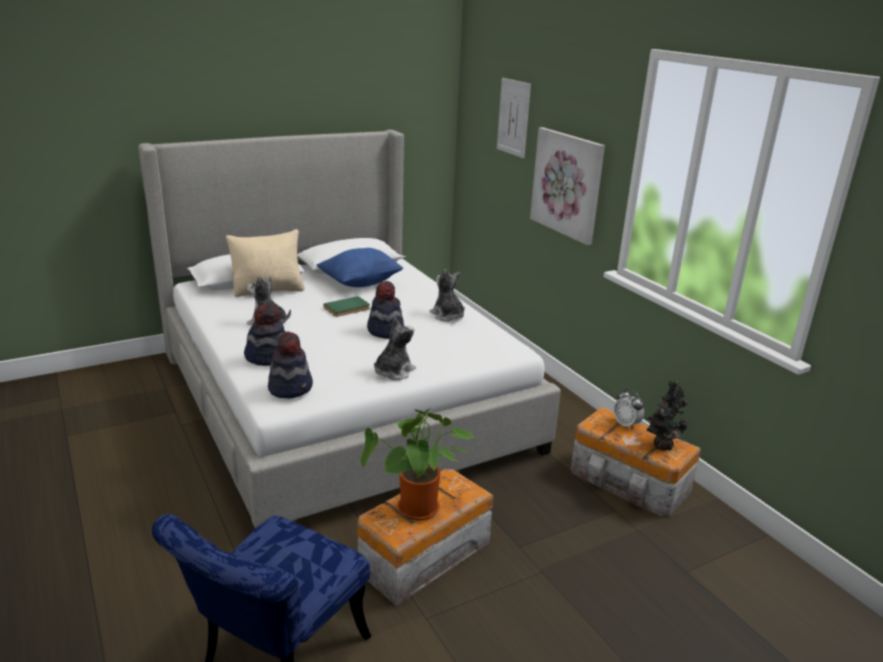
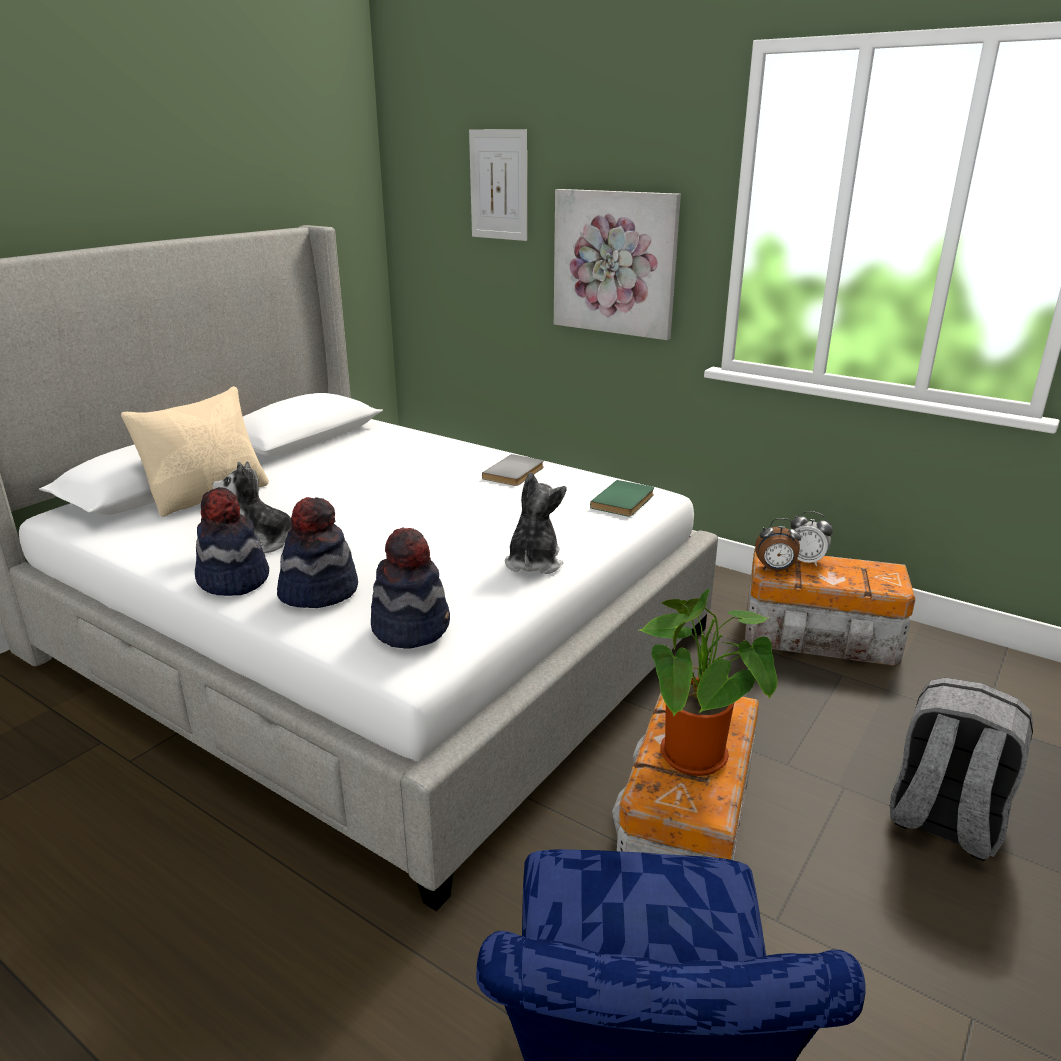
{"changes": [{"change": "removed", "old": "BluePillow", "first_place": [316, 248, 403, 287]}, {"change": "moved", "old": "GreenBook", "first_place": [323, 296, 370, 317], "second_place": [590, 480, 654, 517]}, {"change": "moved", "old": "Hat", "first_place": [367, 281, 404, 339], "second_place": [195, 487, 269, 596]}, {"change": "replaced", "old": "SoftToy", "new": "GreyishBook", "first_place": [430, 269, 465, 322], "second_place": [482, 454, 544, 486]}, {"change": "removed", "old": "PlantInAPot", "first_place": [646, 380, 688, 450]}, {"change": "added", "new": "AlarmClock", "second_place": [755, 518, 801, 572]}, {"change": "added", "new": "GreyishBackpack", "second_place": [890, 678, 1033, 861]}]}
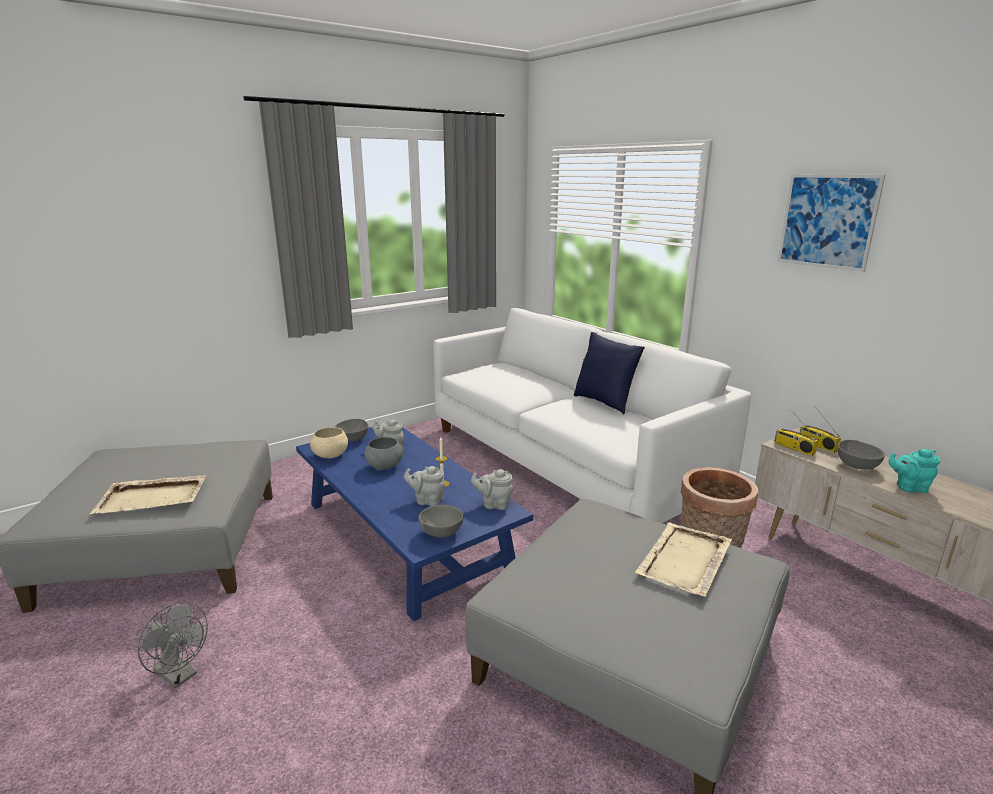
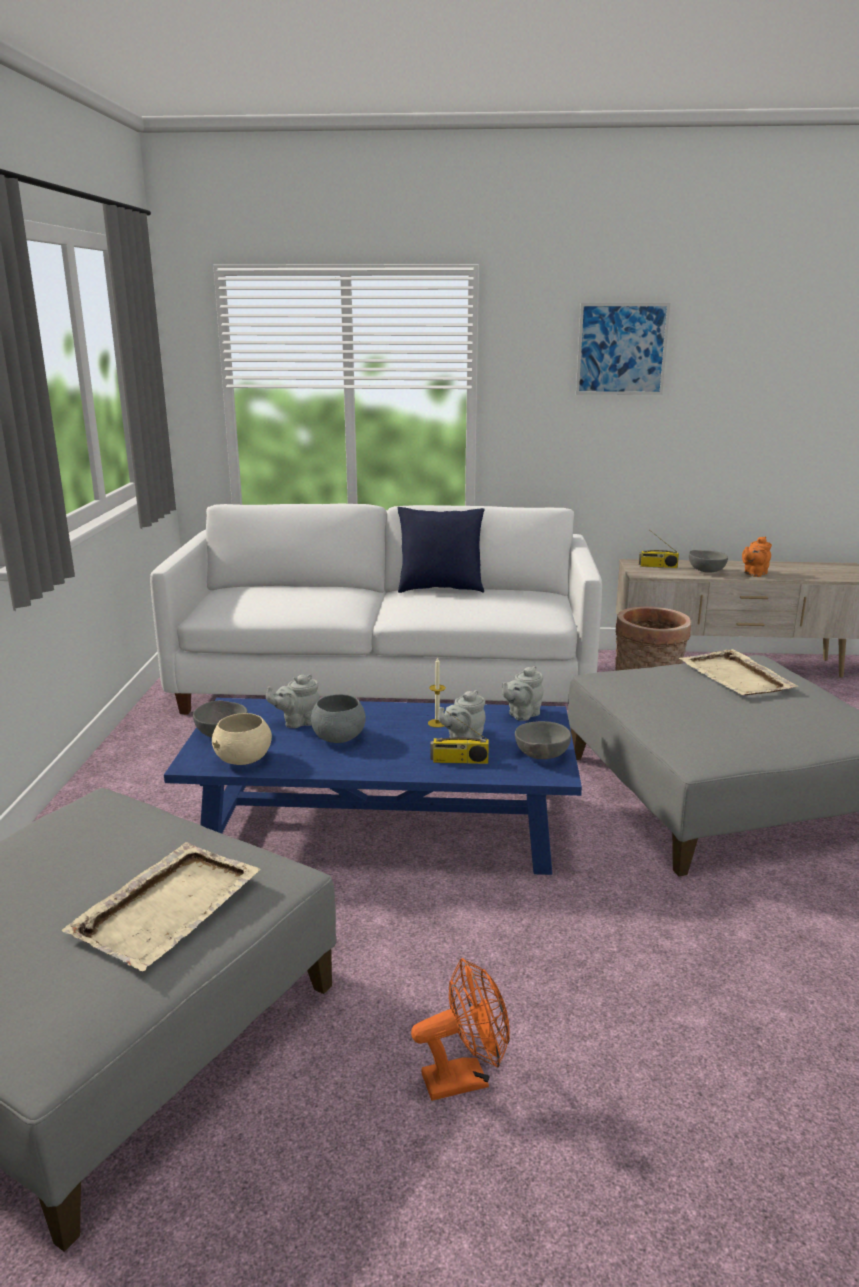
{"changes": [{"change": "recoloured", "old": "GreyishFan", "new": "OrangeyFan", "first_place": [138, 602, 208, 688], "second_place": [411, 958, 510, 1101]}, {"change": "moved", "old": "RadioReceiver", "first_place": [775, 409, 818, 456], "second_place": [430, 709, 489, 764]}, {"change": "recoloured", "old": "BlueGreenTeaPot", "new": "OrangeyTeaPot", "first_place": [888, 449, 940, 493], "second_place": [742, 536, 772, 577]}]}
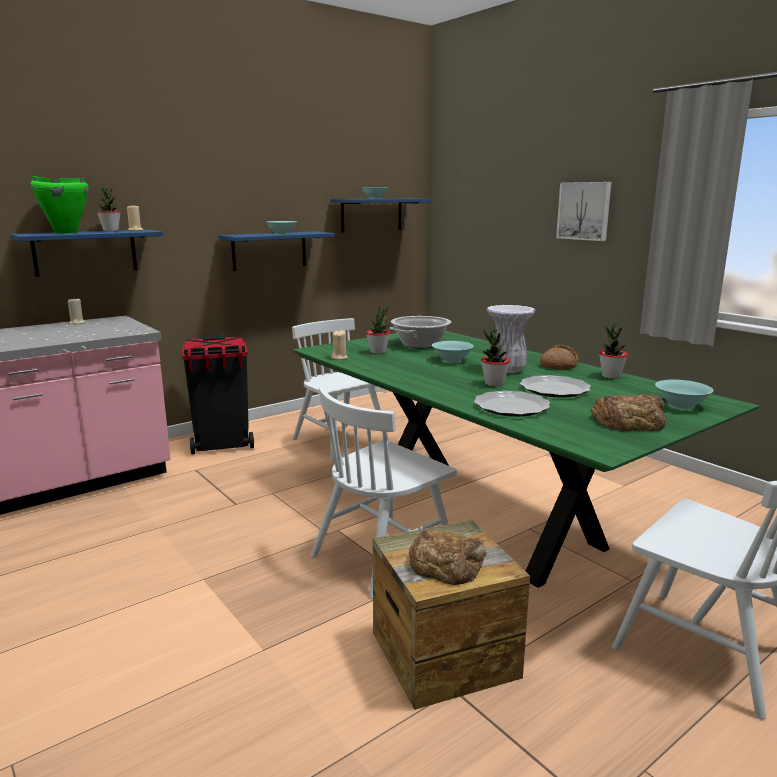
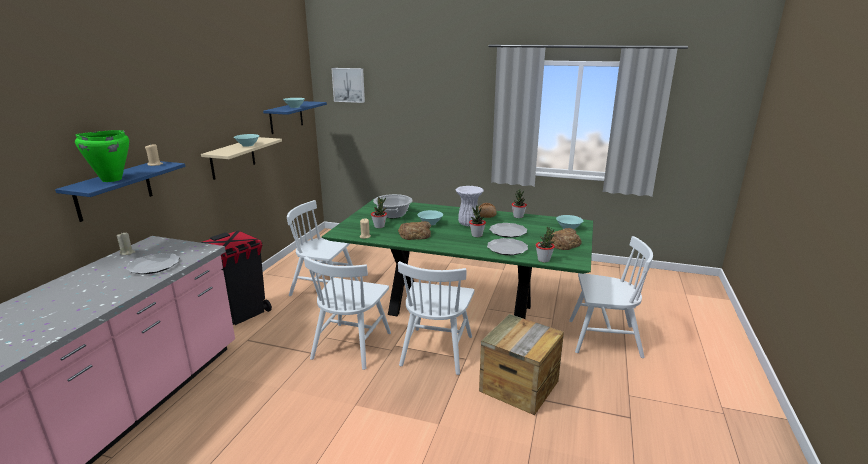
{"changes": [{"change": "moved", "old": "PlantInAPot", "first_place": [97, 186, 121, 231], "second_place": [536, 227, 555, 262]}, {"change": "recoloured", "old": "BlueBracketShelf", "new": "BeigeBracketShelf", "first_place": [218, 231, 335, 271], "second_place": [201, 137, 282, 180]}, {"change": "moved", "old": "BakeryBread", "first_place": [409, 530, 487, 585], "second_place": [398, 221, 431, 240]}, {"change": "moved", "old": "Picture", "first_place": [556, 182, 611, 241], "second_place": [331, 68, 365, 103]}, {"change": "added", "new": "FlatDish", "second_place": [126, 253, 180, 274]}, {"change": "added", "new": "WhitishPlainChair", "second_place": [304, 257, 391, 370]}]}
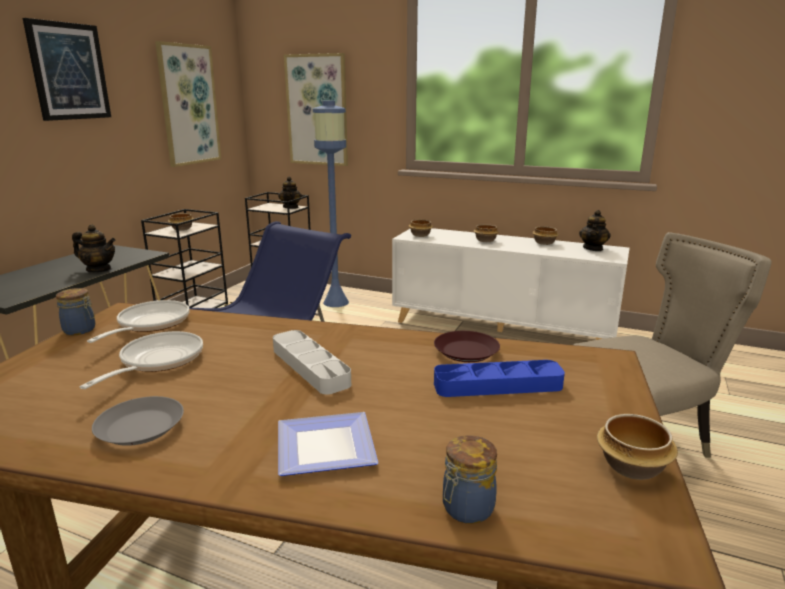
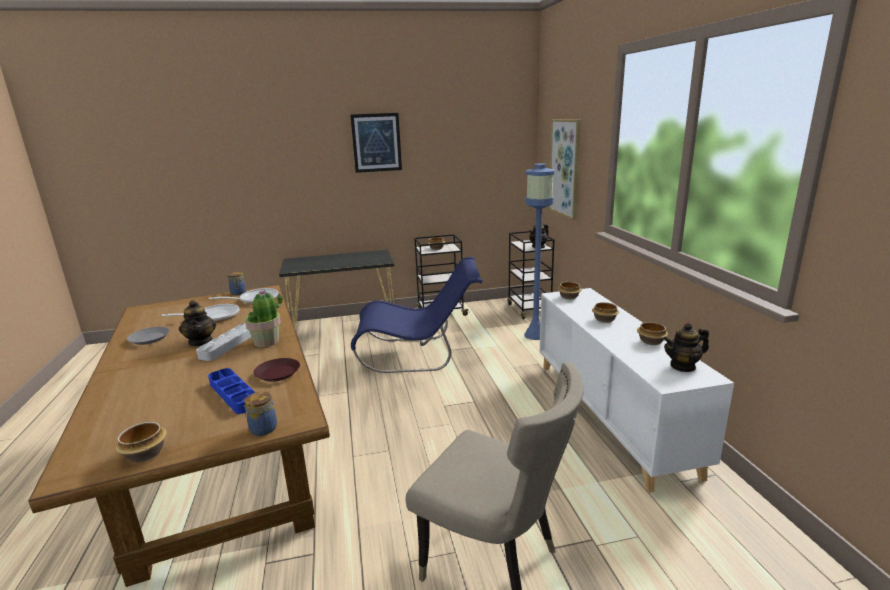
{"changes": [{"change": "moved", "old": "TeaPot", "first_place": [72, 225, 116, 272], "second_place": [179, 300, 216, 346]}, {"change": "removed", "old": "Picture", "first_place": [155, 41, 221, 167]}, {"change": "removed", "old": "FlatDish", "first_place": [278, 412, 378, 476]}, {"change": "moved", "old": "PreserveJar", "first_place": [443, 435, 497, 524], "second_place": [243, 391, 277, 436]}, {"change": "added", "new": "PlantInAPot", "second_place": [245, 289, 283, 347]}]}
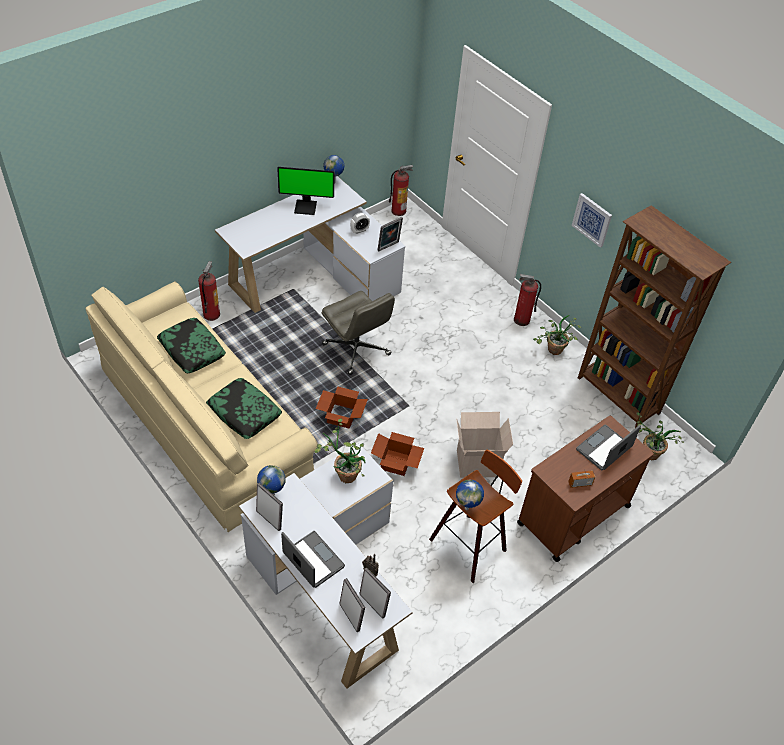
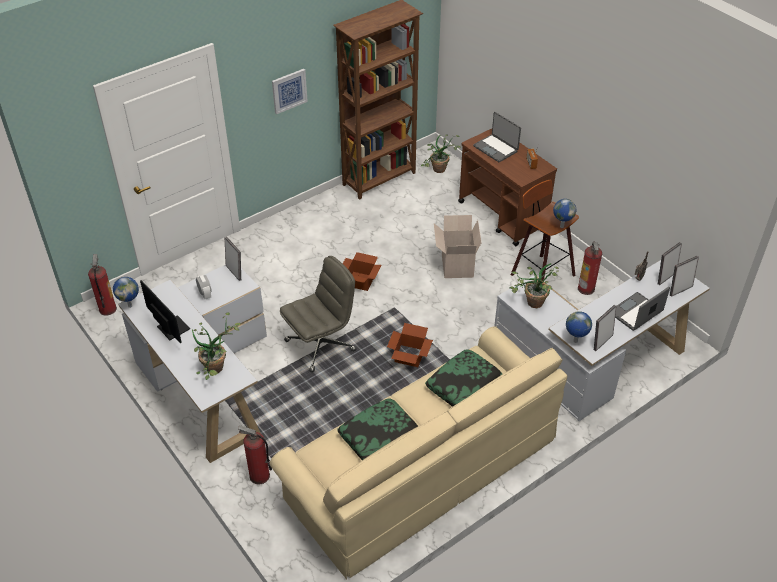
{"changes": [{"change": "turned", "old": "Monitor", "first_place": [277, 167, 334, 215], "second_place": [140, 280, 190, 343], "degrees": -45}, {"change": "moved", "old": "PackingBox", "first_place": [371, 432, 424, 476], "second_place": [343, 252, 381, 291]}, {"change": "moved", "old": "FireFightingCylinder", "first_place": [514, 274, 541, 326], "second_place": [578, 242, 602, 295]}, {"change": "moved", "old": "PlantInAPot", "first_place": [533, 315, 582, 355], "second_place": [192, 312, 241, 380]}]}
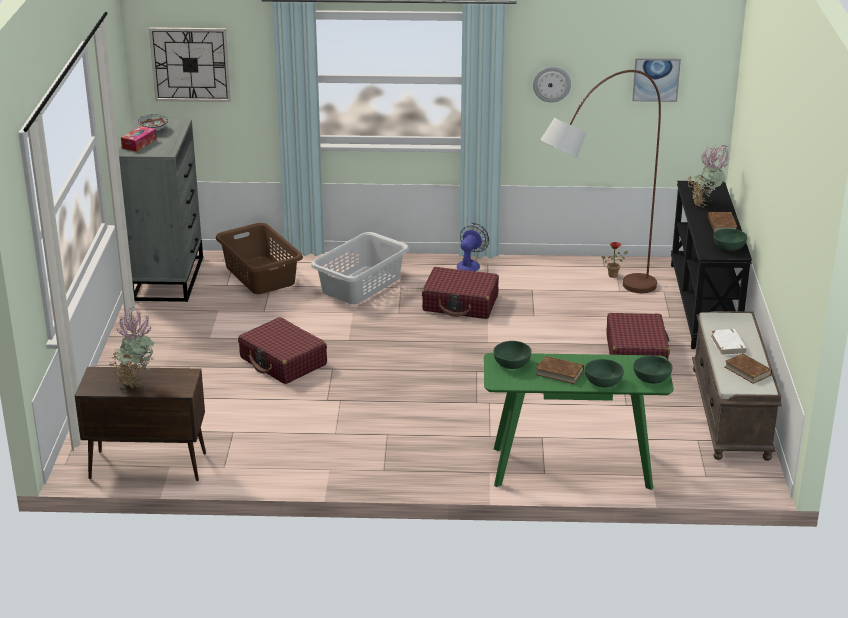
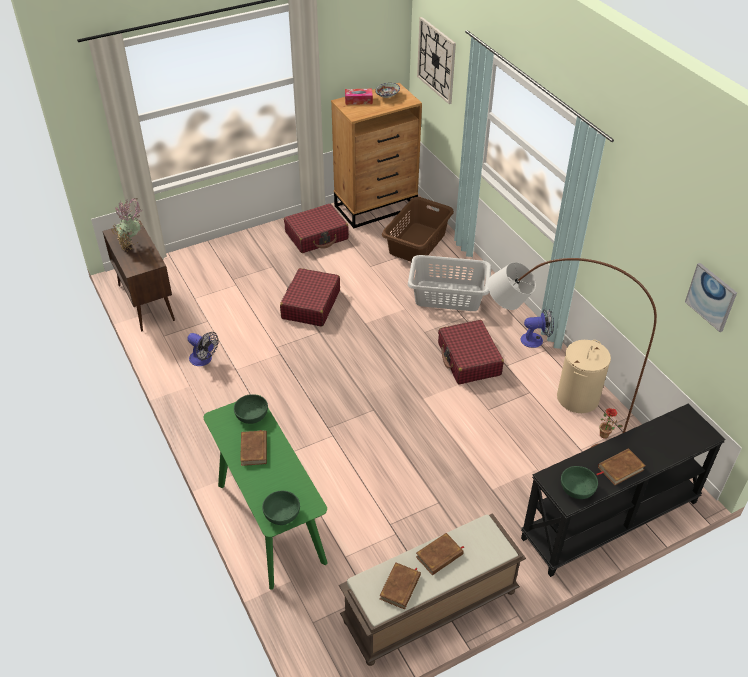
{"changes": [{"change": "recoloured", "old": "GreyishChestOfDrawers", "new": "BrownChestOfDrawers", "first_place": [118, 119, 203, 302], "second_place": [331, 83, 422, 228]}, {"change": "removed", "old": "HangingClock", "first_place": [533, 67, 571, 102]}, {"change": "removed", "old": "GreenDeepDish", "first_place": [585, 359, 624, 387]}, {"change": "moved", "old": "RedSuitcase", "first_place": [606, 313, 670, 360], "second_place": [284, 204, 349, 253]}, {"change": "removed", "old": "PlantInAPot", "first_place": [688, 145, 730, 207]}, {"change": "recoloured", "old": "WhitishBook", "new": "BrownBook", "first_place": [710, 329, 747, 356], "second_place": [416, 533, 465, 575]}, {"change": "added", "new": "Fan", "second_place": [187, 332, 218, 366]}, {"change": "added", "new": "BeigeWashingBasket", "second_place": [557, 340, 611, 413]}]}
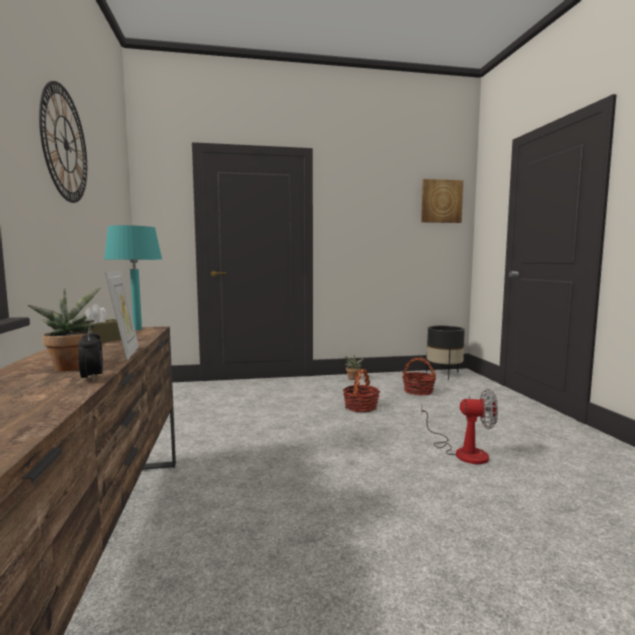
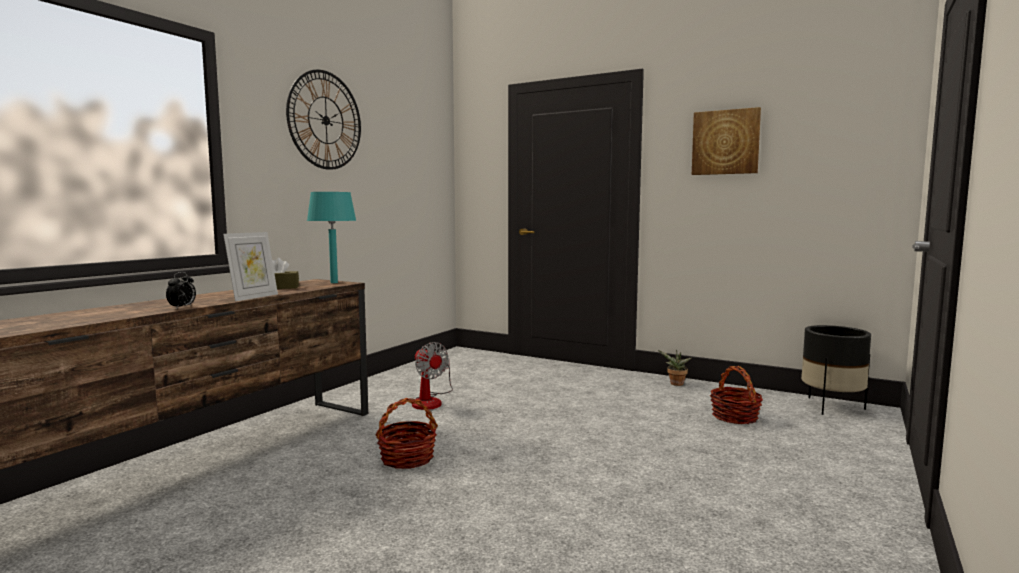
{"changes": [{"change": "removed", "old": "PlantInAPot", "first_place": [28, 287, 101, 371]}, {"change": "moved", "old": "HouseholdBasket", "first_place": [343, 369, 380, 412], "second_place": [375, 398, 438, 469]}, {"change": "moved", "old": "Picture", "first_place": [421, 179, 463, 223], "second_place": [692, 107, 761, 175]}, {"change": "moved", "old": "Fan", "first_place": [421, 389, 498, 464], "second_place": [412, 342, 453, 410]}]}
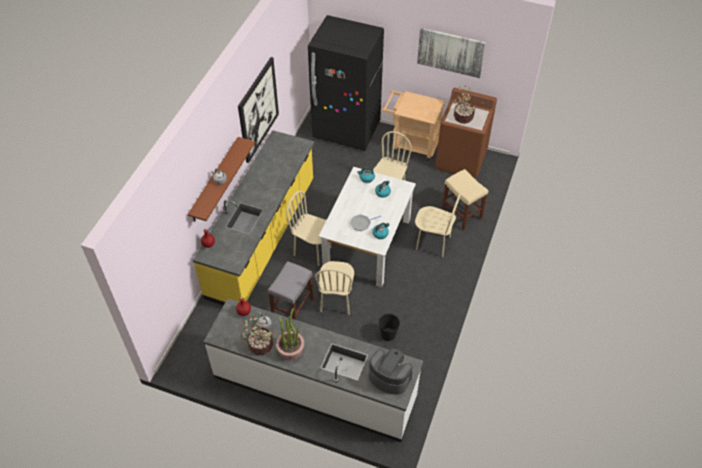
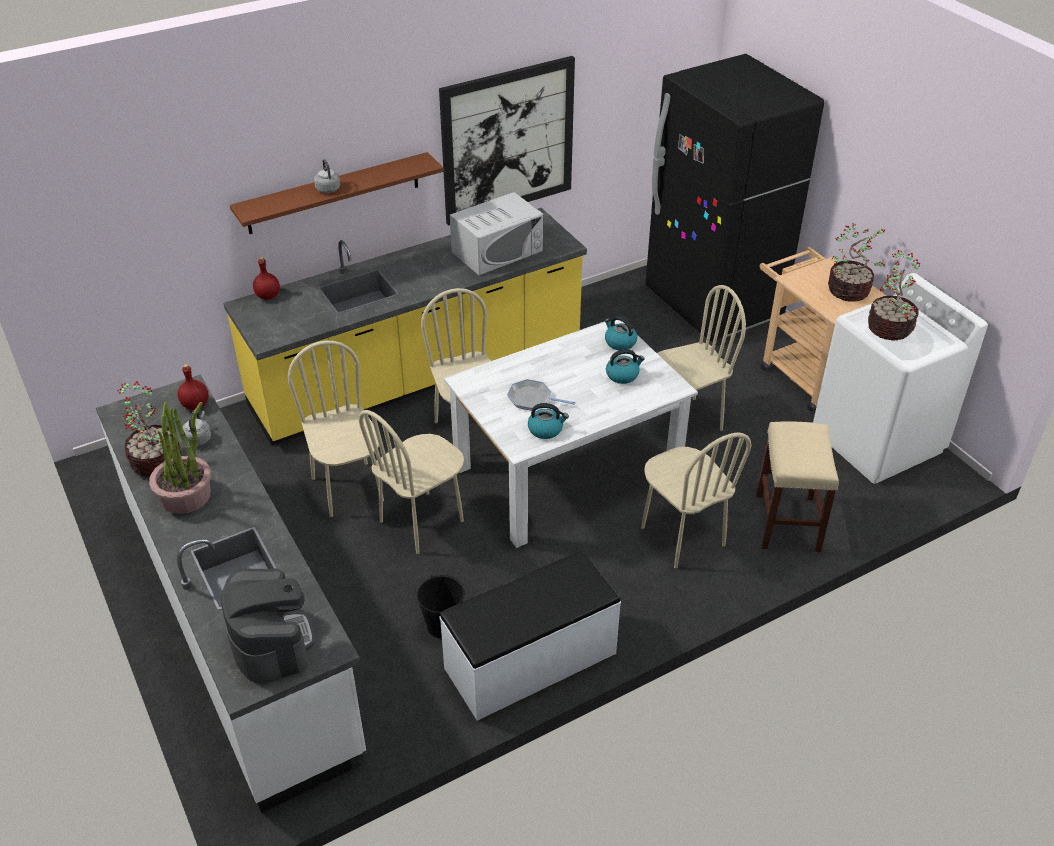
{"changes": [{"change": "replaced", "old": "GreyishSittingStool", "new": "BeigePlainChair", "first_place": [268, 261, 314, 320], "second_place": [288, 340, 384, 517]}, {"change": "removed", "old": "Picture", "first_place": [417, 28, 486, 78]}, {"change": "recoloured", "old": "BrownLaundryAppliance", "new": "WhitishLaundryAppliance", "first_place": [435, 88, 497, 179], "second_place": [813, 273, 988, 484]}, {"change": "added", "new": "WhitishIndoorBench", "second_place": [439, 551, 621, 721]}, {"change": "added", "new": "WhitishKitchenMicrowave", "second_place": [450, 192, 543, 275]}, {"change": "added", "new": "PlantInAPot", "second_place": [828, 223, 885, 301]}]}
